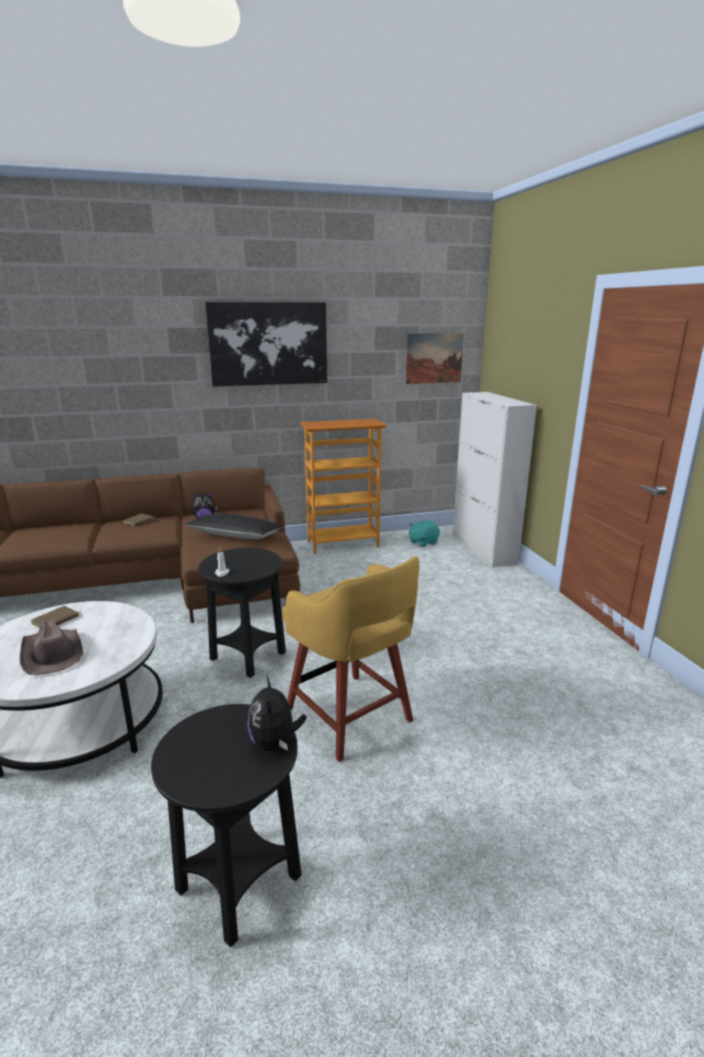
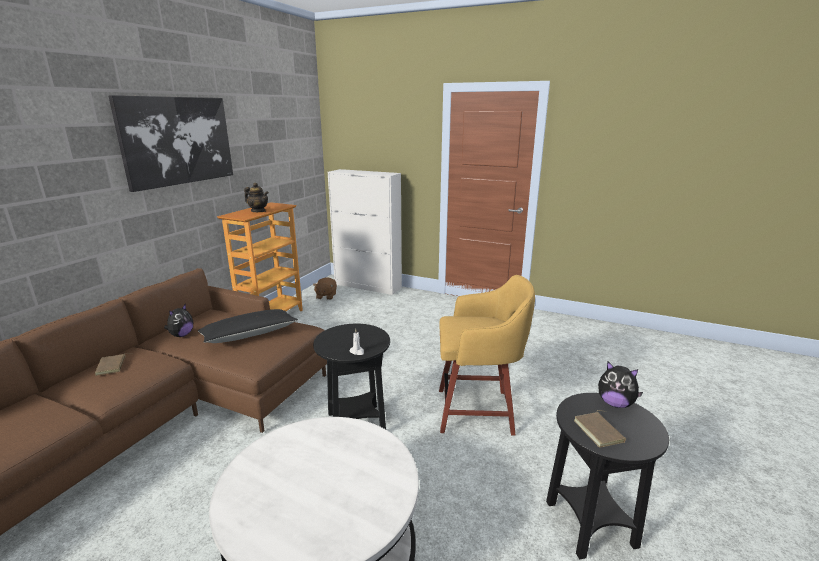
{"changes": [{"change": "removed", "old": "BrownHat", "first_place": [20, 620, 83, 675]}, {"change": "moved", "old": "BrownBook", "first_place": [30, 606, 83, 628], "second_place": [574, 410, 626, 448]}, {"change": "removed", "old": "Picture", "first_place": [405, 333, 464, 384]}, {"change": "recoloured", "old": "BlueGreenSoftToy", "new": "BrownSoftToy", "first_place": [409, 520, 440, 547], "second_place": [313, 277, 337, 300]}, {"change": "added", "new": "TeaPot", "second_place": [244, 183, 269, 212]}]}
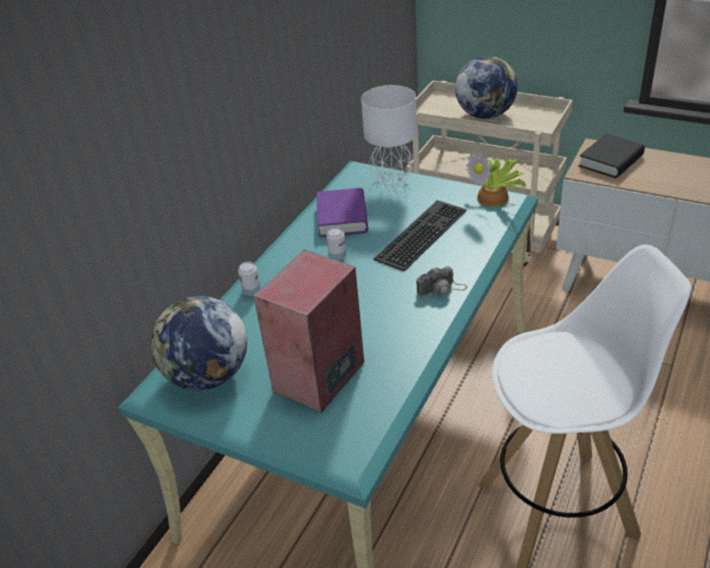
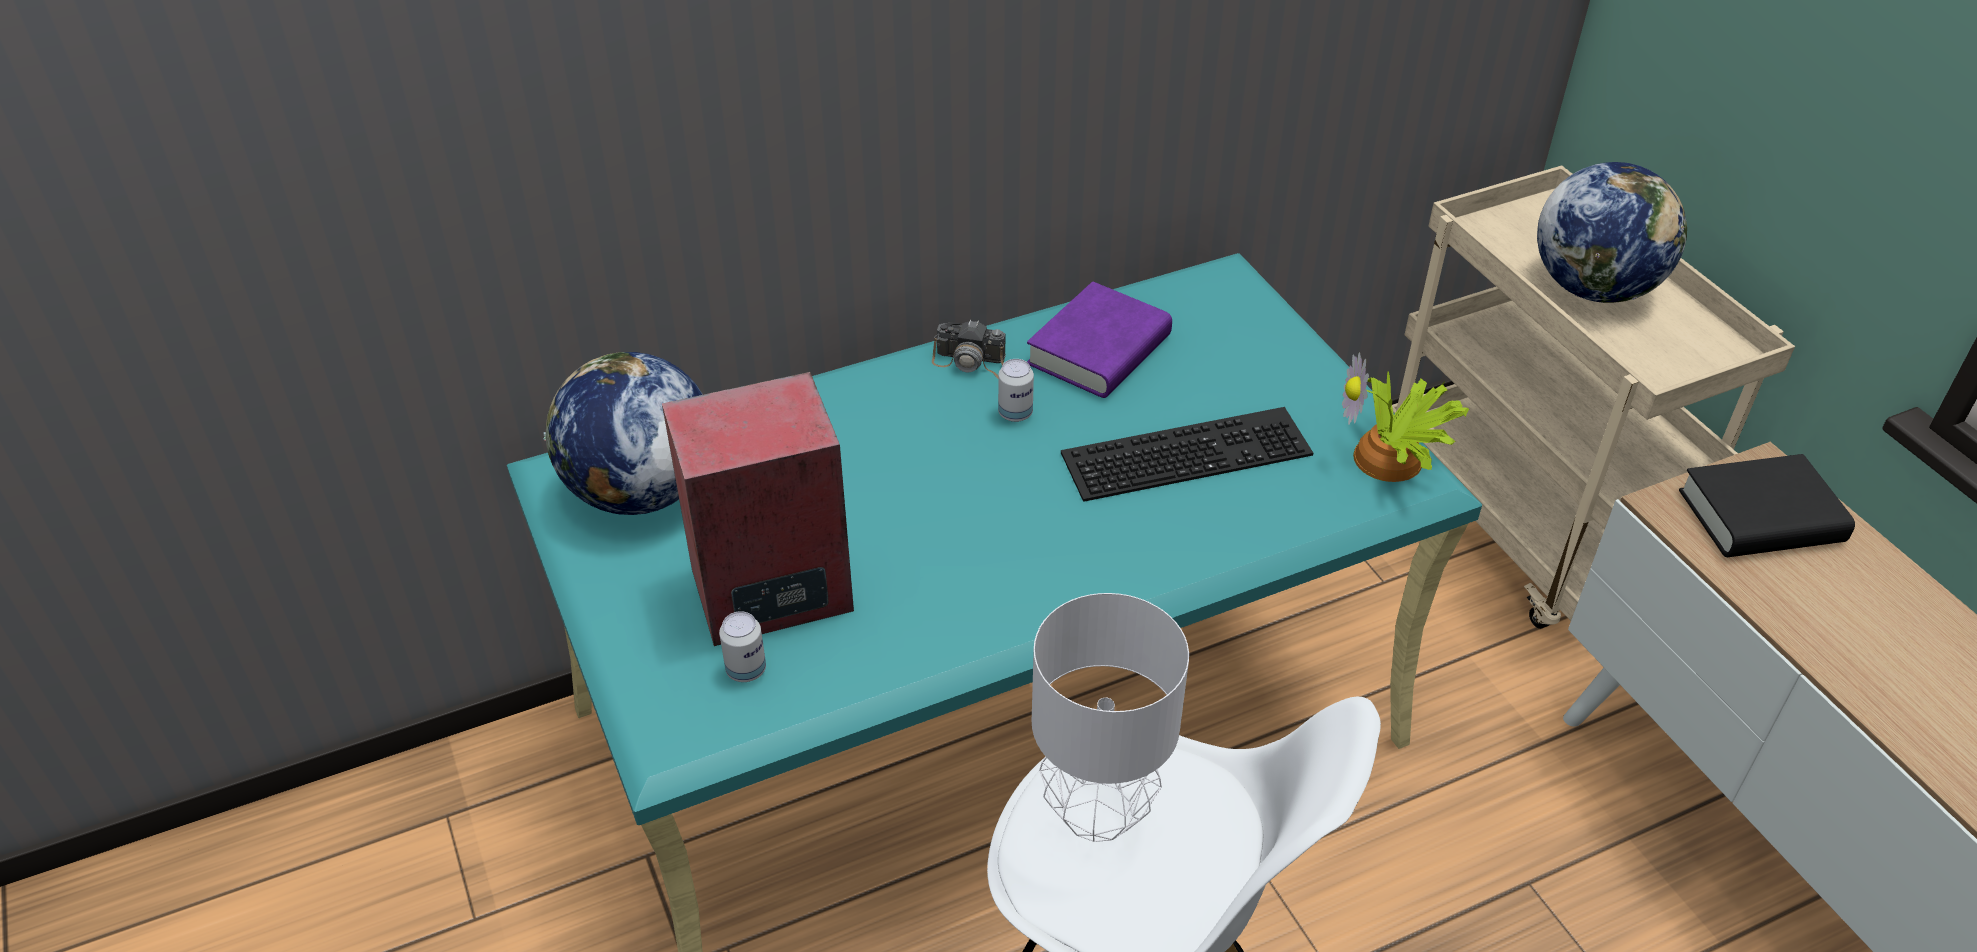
{"changes": [{"change": "moved", "old": "SealedCan", "first_place": [238, 262, 261, 296], "second_place": [719, 611, 766, 682]}, {"change": "moved", "old": "WhitishTabletopLamp", "first_place": [361, 85, 417, 188], "second_place": [1032, 593, 1189, 842]}, {"change": "moved", "old": "StillCamera", "first_place": [416, 266, 467, 301], "second_place": [932, 320, 1006, 378]}]}
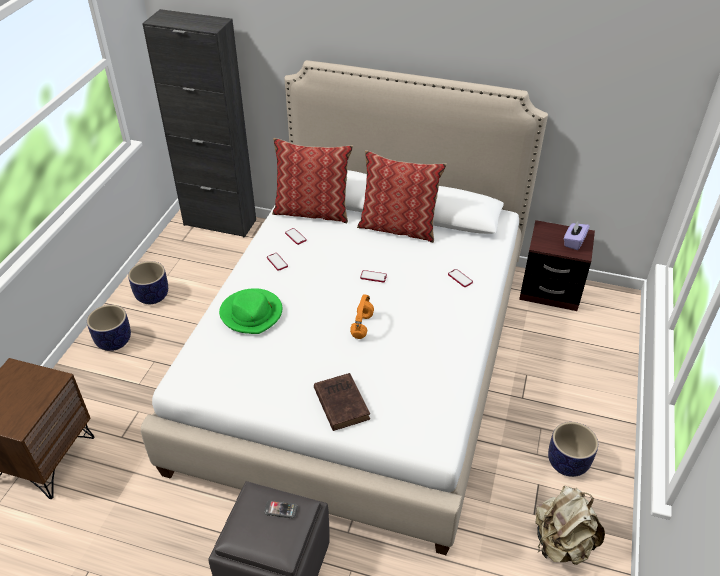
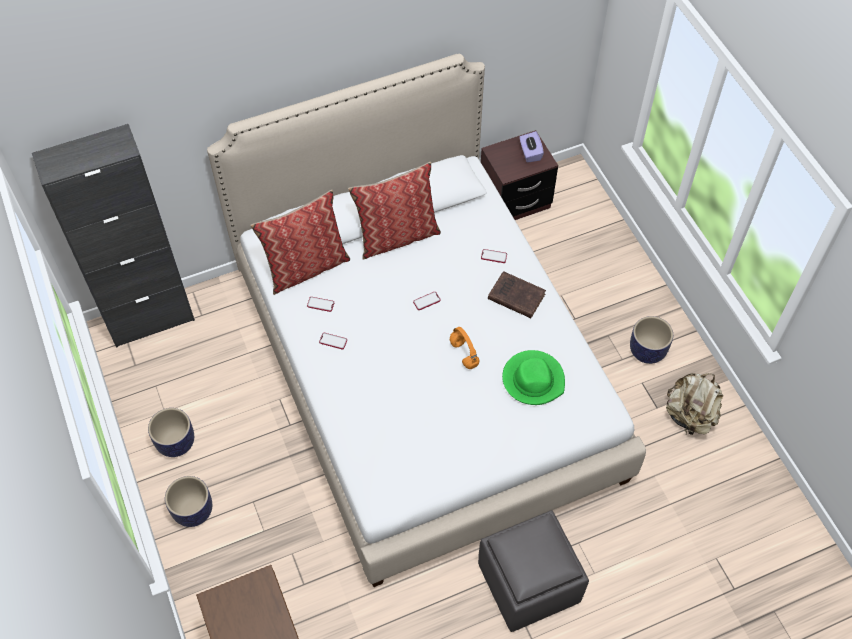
{"changes": [{"change": "moved", "old": "GreenHat", "first_place": [219, 288, 282, 334], "second_place": [502, 350, 565, 405]}, {"change": "removed", "old": "Telephone", "first_place": [264, 500, 298, 518]}, {"change": "moved", "old": "BrownBook", "first_place": [314, 373, 370, 431], "second_place": [488, 271, 546, 318]}]}
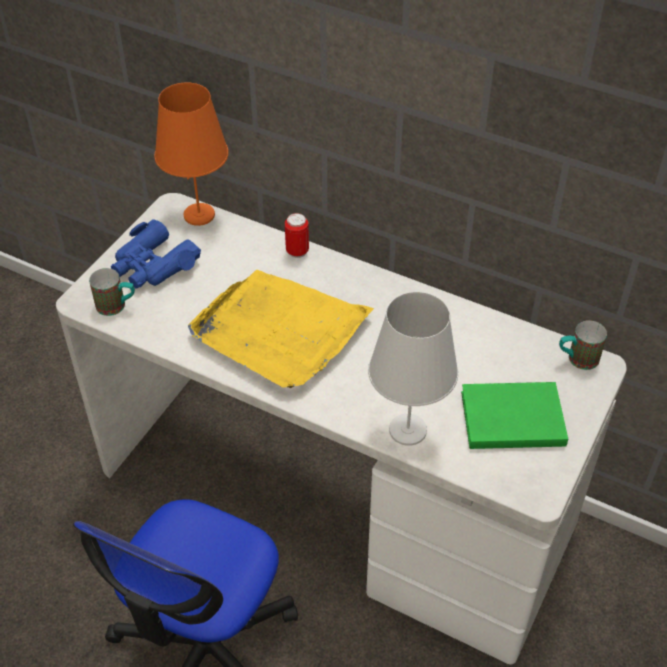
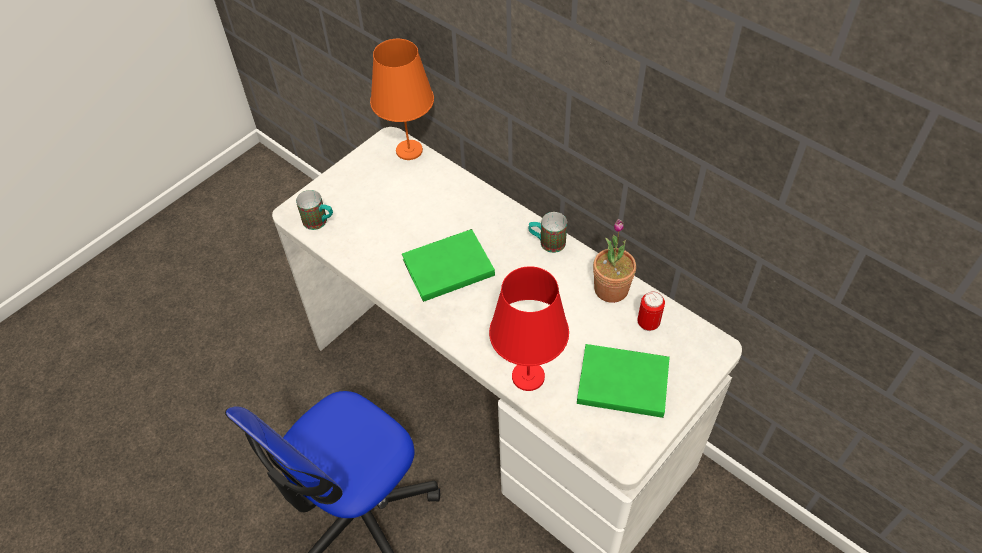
{"changes": [{"change": "removed", "old": "BlueFieldGlasses", "first_place": [111, 219, 201, 288]}, {"change": "replaced", "old": "YellowishCarryingTray", "new": "GreenBook", "first_place": [188, 270, 374, 388], "second_place": [402, 229, 495, 302]}, {"change": "moved", "old": "SealedCan", "first_place": [285, 213, 309, 258], "second_place": [638, 291, 665, 331]}, {"change": "recoloured", "old": "WhitishTabletopLamp", "new": "RedTabletopLamp", "first_place": [368, 292, 458, 446], "second_place": [489, 266, 569, 391]}, {"change": "moved", "old": "Mug", "first_place": [559, 320, 607, 370], "second_place": [529, 212, 567, 253]}, {"change": "added", "new": "PlantInAPot", "second_place": [593, 219, 636, 303]}]}
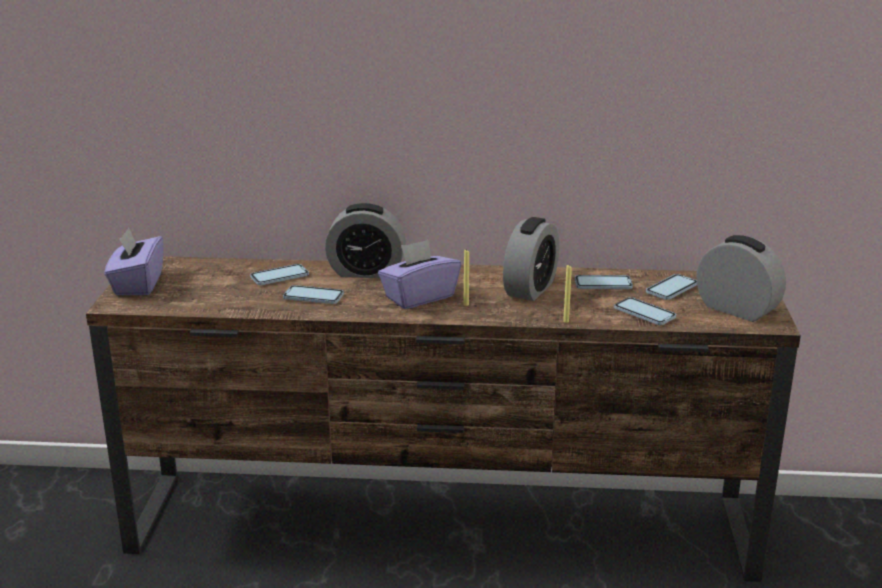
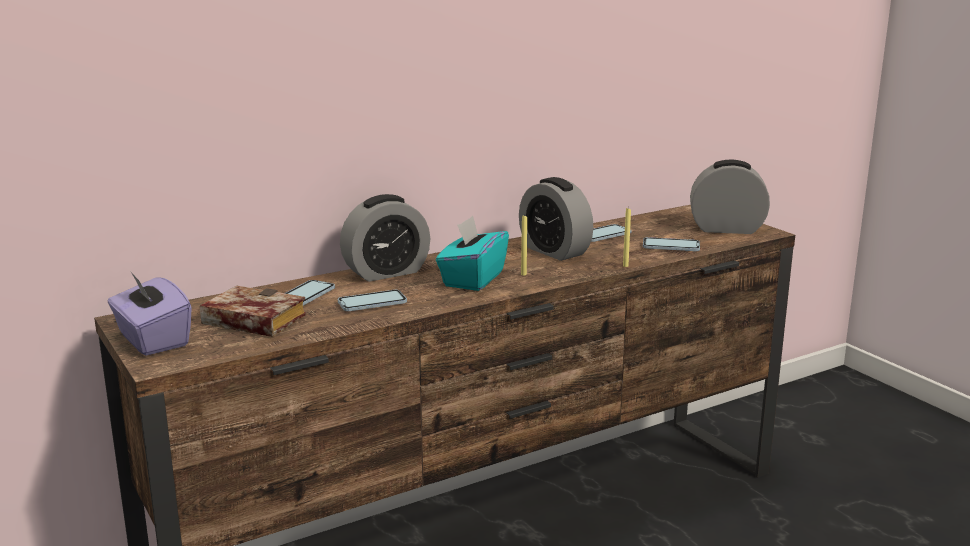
{"changes": [{"change": "recoloured", "old": "PurpleColouredTissueBox", "new": "BlueGreenTissueBox", "first_place": [378, 240, 461, 309], "second_place": [436, 216, 509, 291]}, {"change": "turned", "old": "AlarmClock", "first_place": [503, 217, 559, 301], "second_place": [519, 177, 594, 261], "degrees": 150}, {"change": "removed", "old": "Telephone", "first_place": [646, 274, 697, 300]}, {"change": "added", "new": "Book", "second_place": [200, 286, 306, 337]}]}
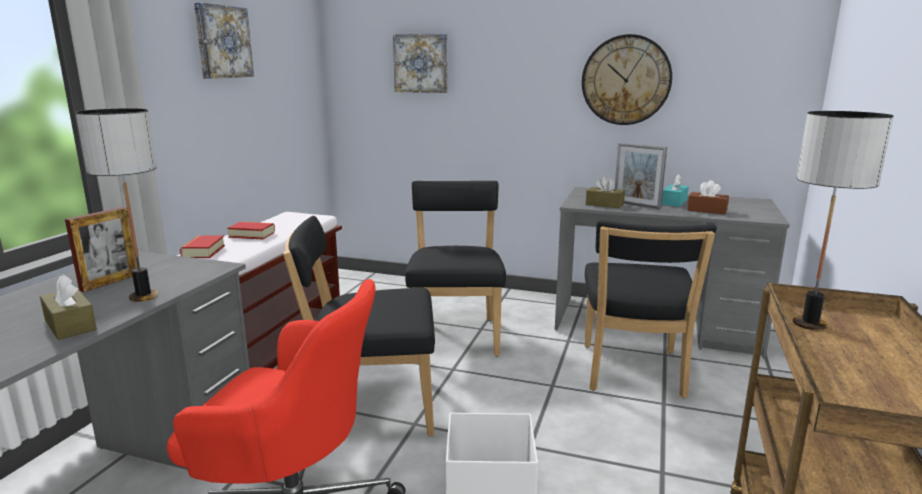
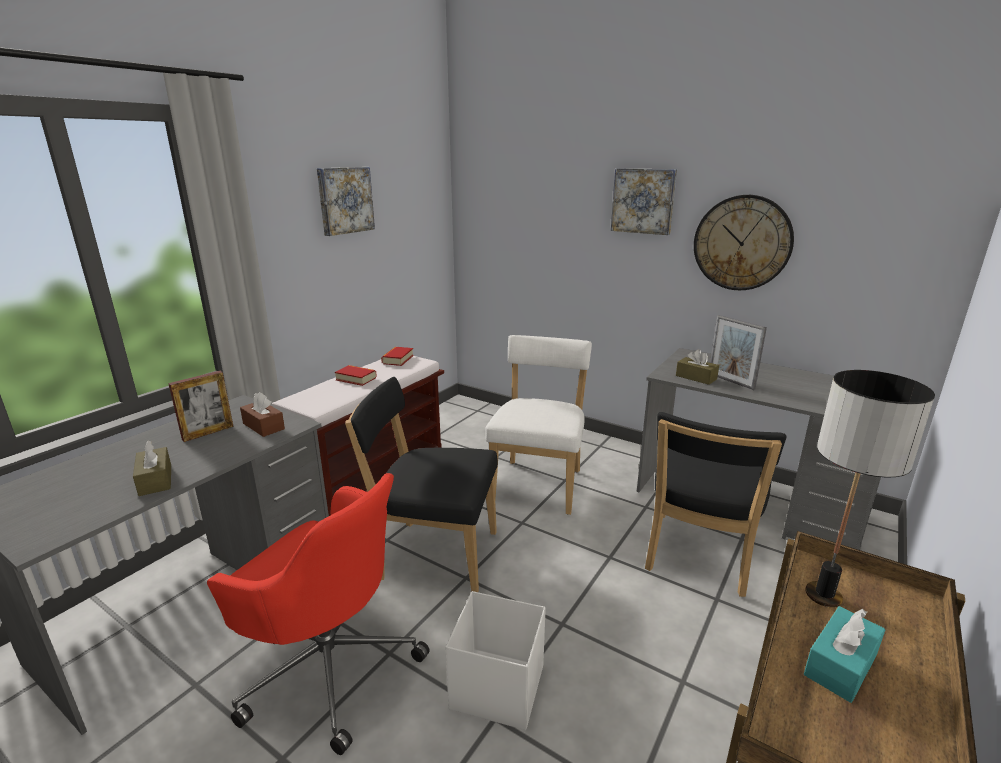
{"changes": [{"change": "removed", "old": "TabletopLamp", "first_place": [75, 108, 158, 302]}, {"change": "moved", "old": "Book", "first_place": [180, 235, 225, 258], "second_place": [381, 347, 414, 366]}, {"change": "moved", "old": "Picture", "first_place": [393, 34, 448, 93], "second_place": [611, 168, 677, 235]}, {"change": "recoloured", "old": "BlackPlainChair", "new": "WhitishPlainChair", "first_place": [405, 181, 506, 357], "second_place": [485, 335, 592, 515]}, {"change": "moved", "old": "BlueGreenTissueBox", "first_place": [661, 174, 689, 207], "second_place": [804, 606, 885, 703]}, {"change": "moved", "old": "BrownTissueBox", "first_place": [687, 180, 729, 215], "second_place": [240, 392, 285, 437]}]}
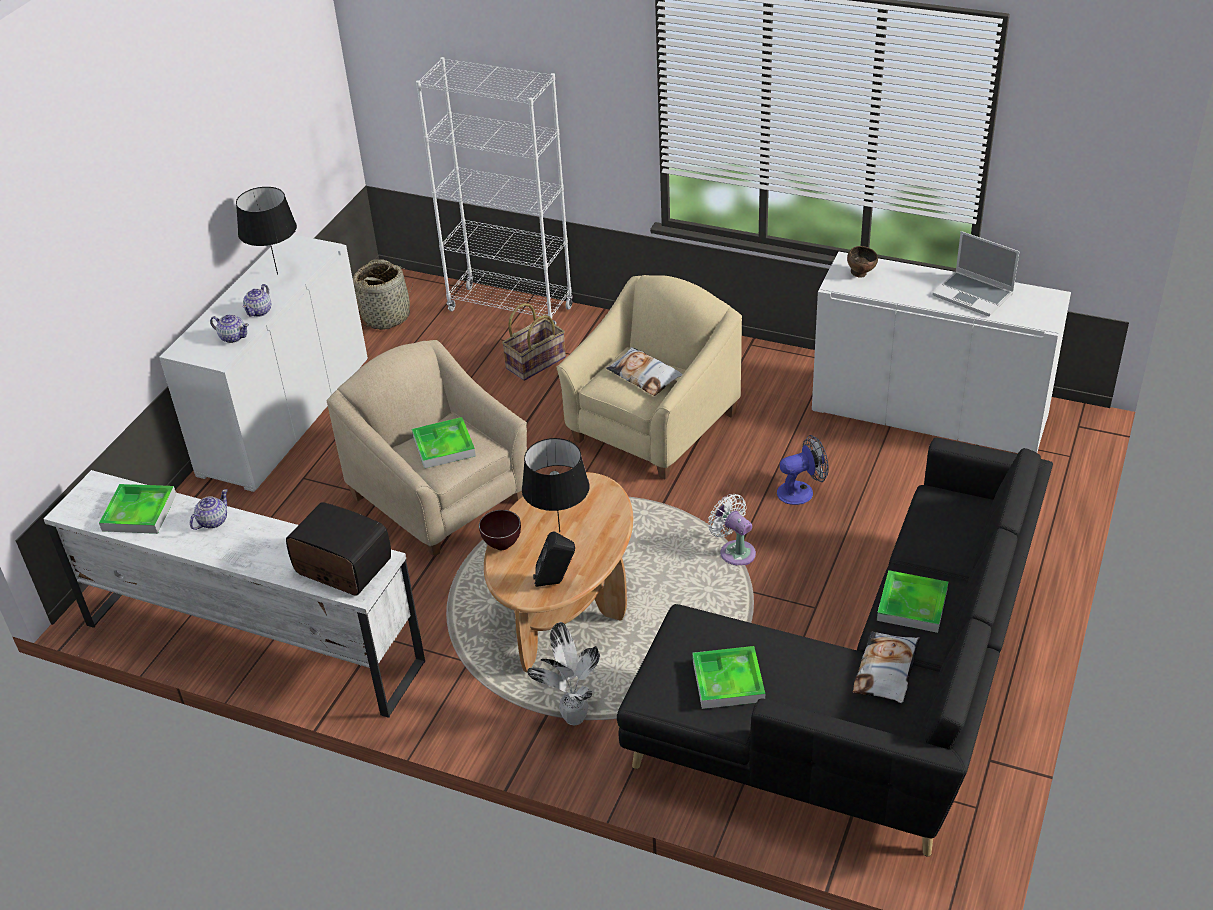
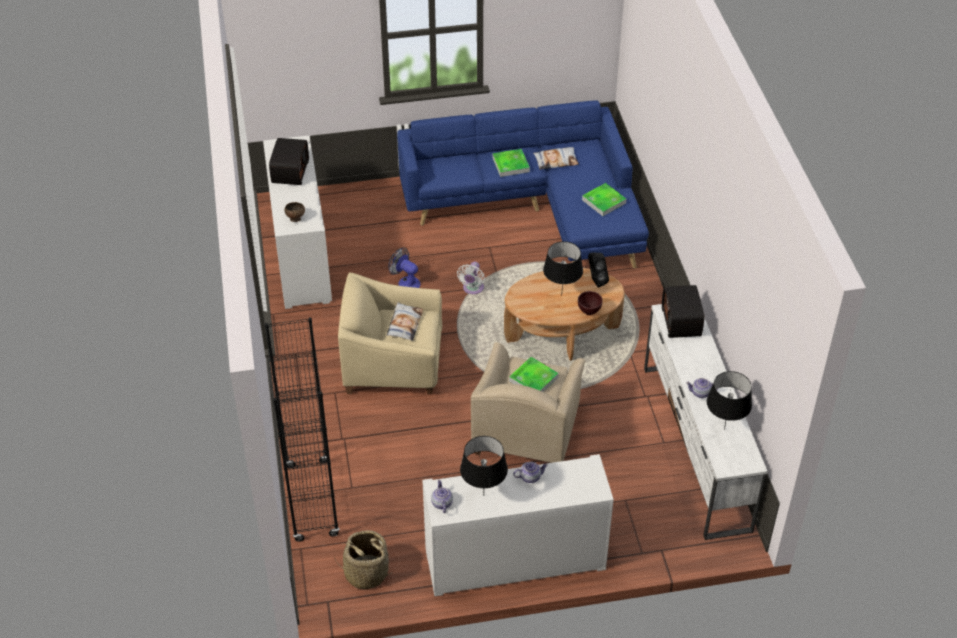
{"changes": [{"change": "replaced", "old": "CarryingTray", "new": "BlackTabletopLamp", "first_place": [99, 484, 176, 534], "second_place": [707, 371, 752, 430]}, {"change": "moved", "old": "TeaPot", "first_place": [210, 315, 249, 343], "second_place": [431, 480, 453, 513]}, {"change": "recoloured", "old": "WhitishBookshelf", "new": "BlackBookshelf", "first_place": [416, 57, 573, 325], "second_place": [265, 317, 340, 542]}, {"change": "removed", "old": "HouseholdBasket", "first_place": [502, 303, 566, 381]}, {"change": "removed", "old": "PlantInAPot", "first_place": [527, 622, 600, 725]}, {"change": "recoloured", "old": "BlackSofa", "new": "BlueSofa", "first_place": [617, 438, 1053, 857], "second_place": [397, 100, 649, 269]}, {"change": "replaced", "old": "NotebookComputer", "new": "RadioReceiver", "first_place": [932, 231, 1020, 316], "second_place": [269, 138, 309, 185]}]}
